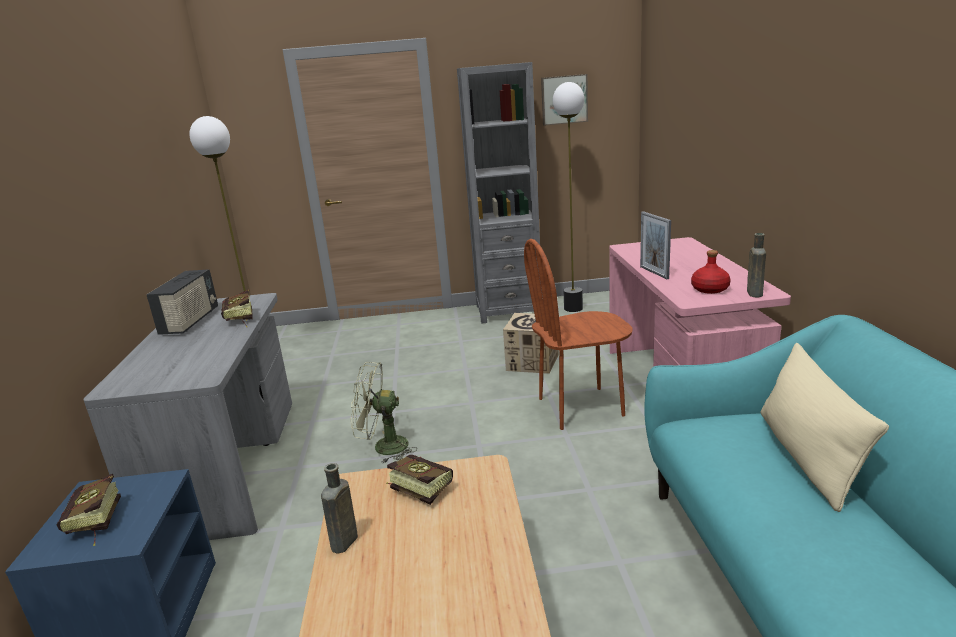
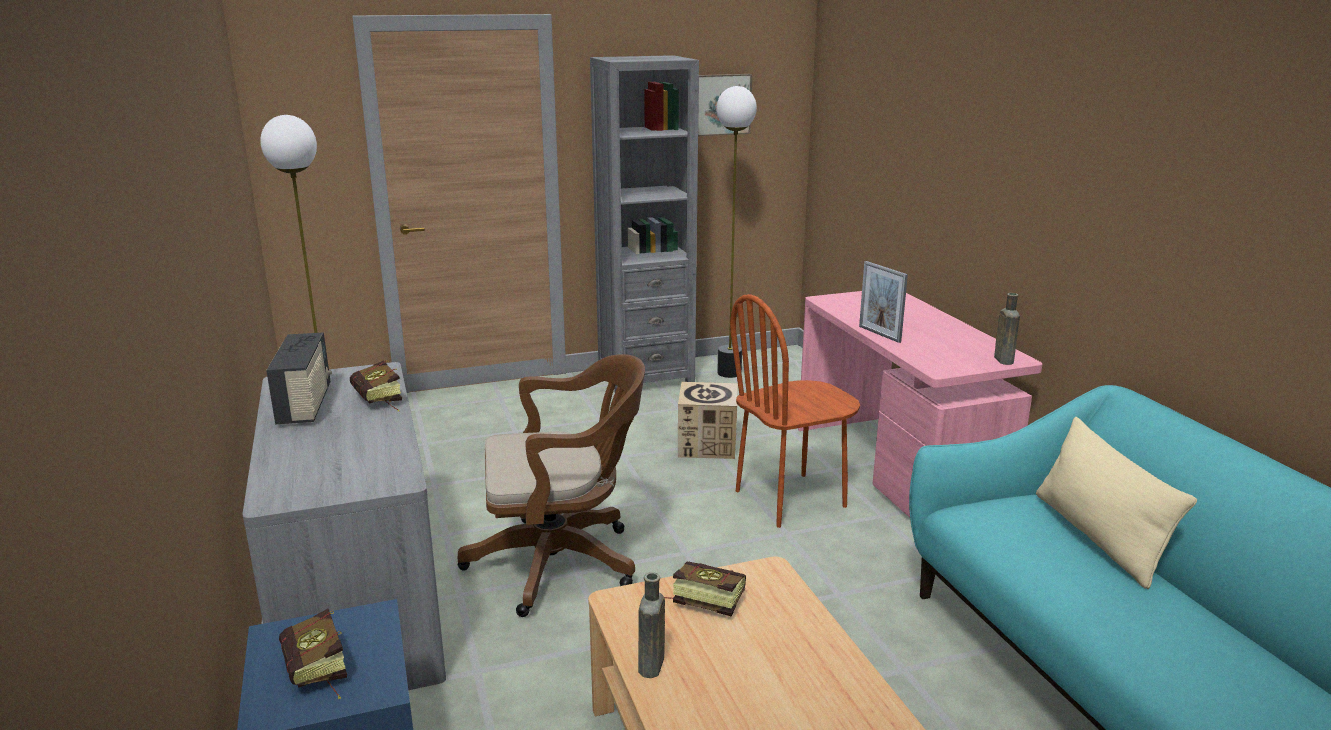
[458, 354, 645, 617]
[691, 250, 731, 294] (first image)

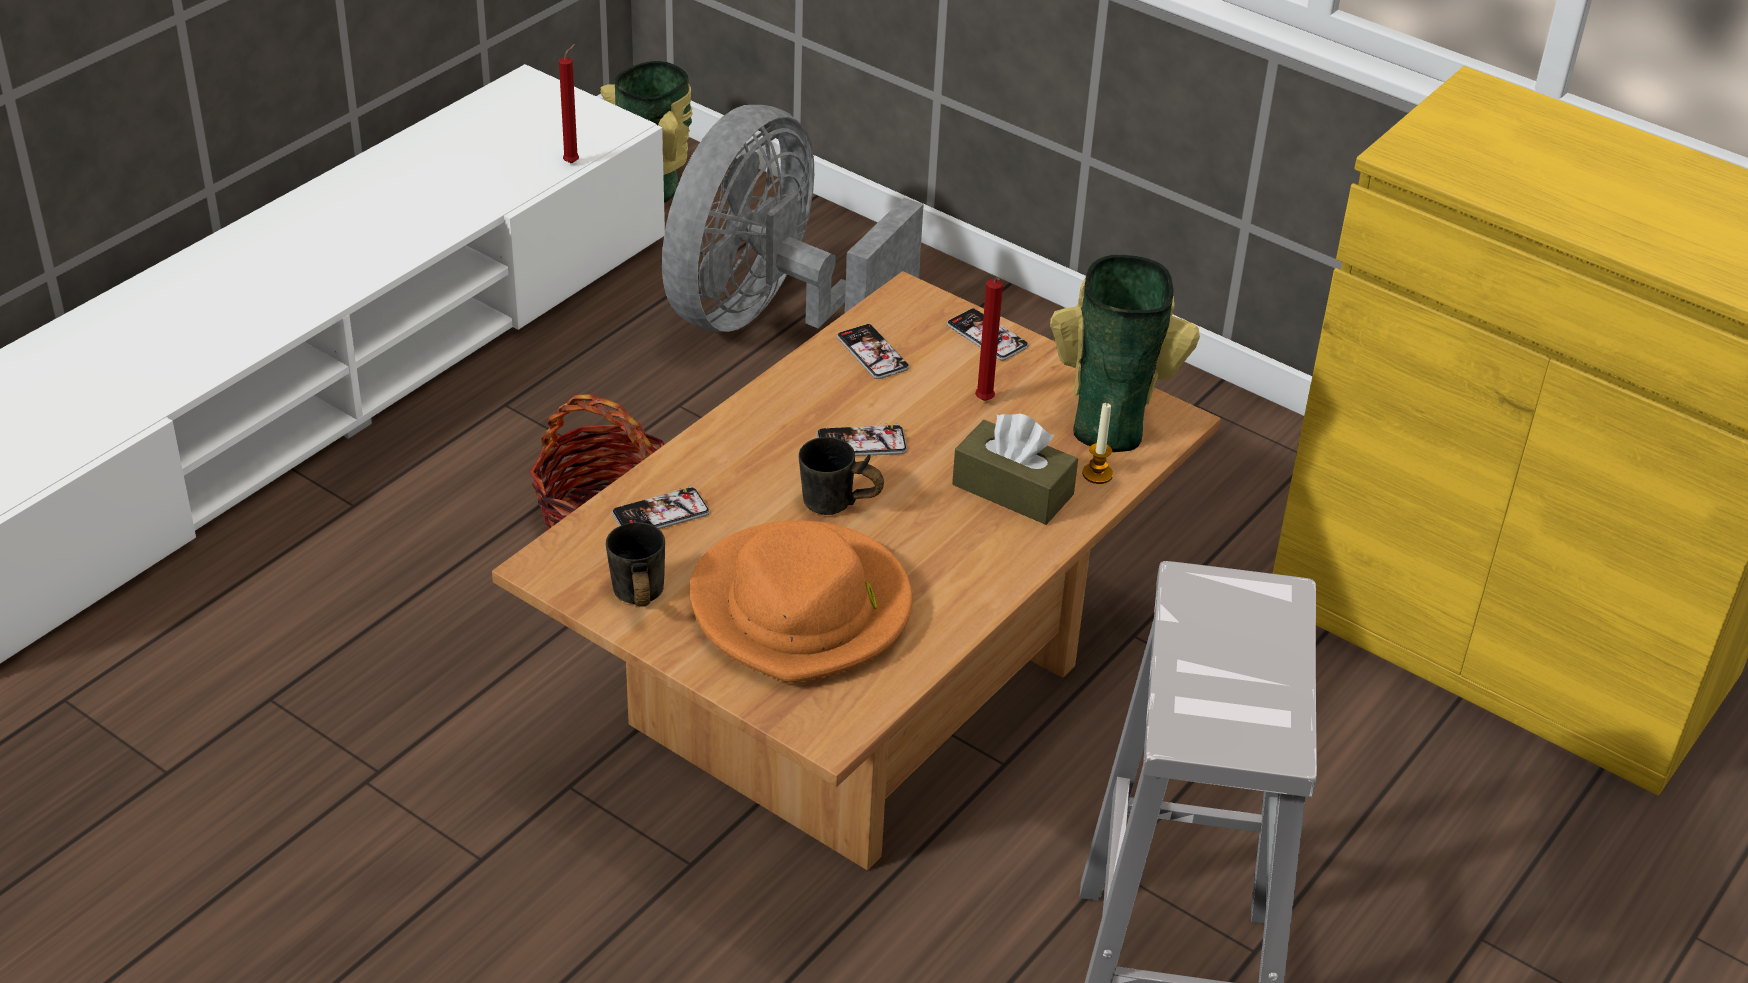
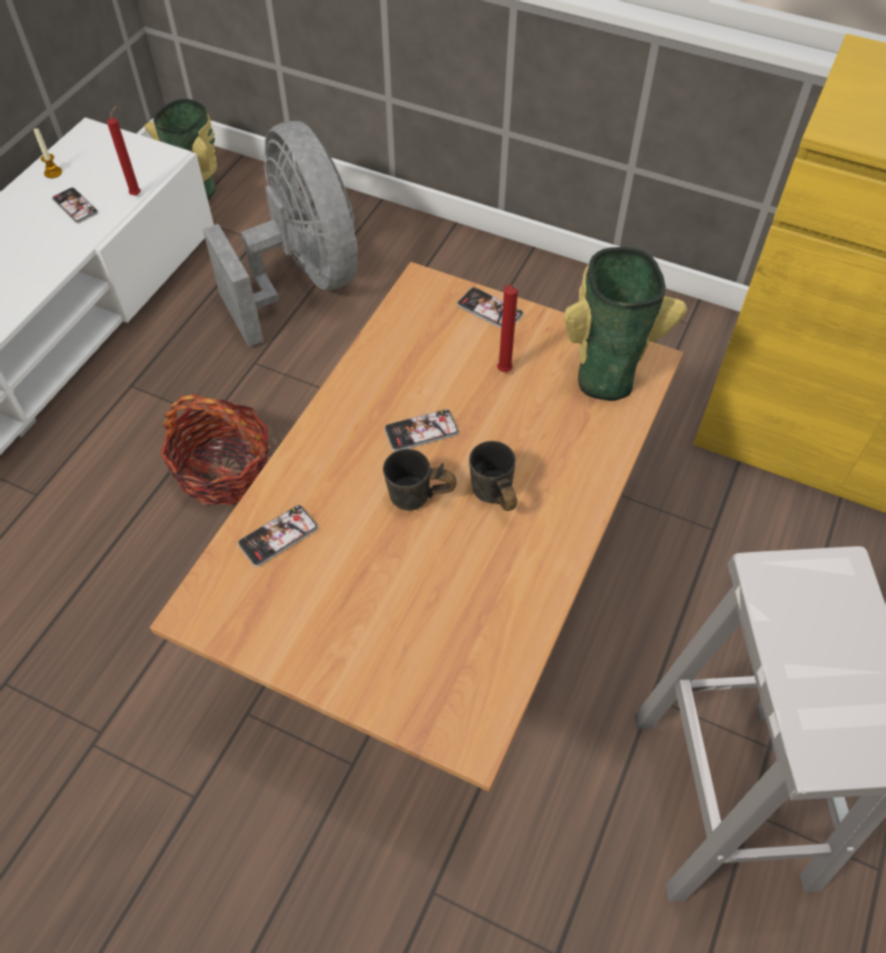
[469, 441, 517, 511]
[203, 121, 358, 347]
[690, 520, 913, 683] (first image)
[52, 188, 98, 223]
[952, 413, 1078, 525] (first image)
[34, 128, 62, 178]

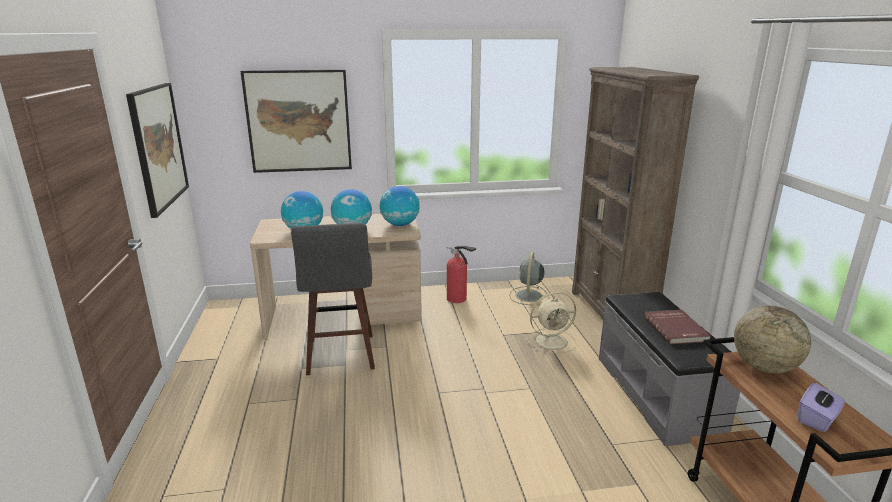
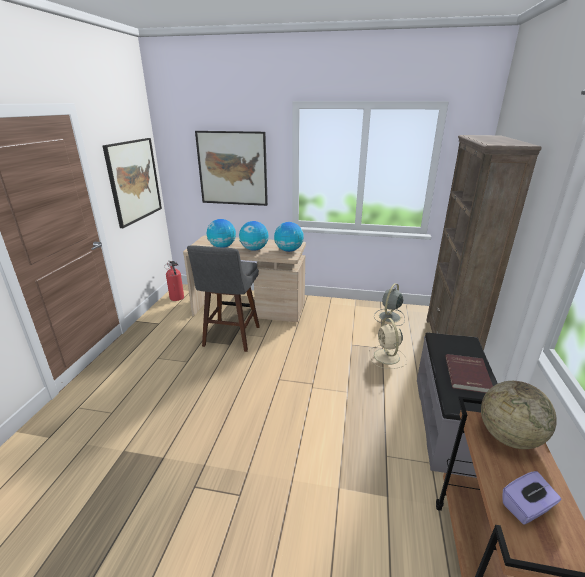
[164, 260, 184, 301]
[368, 318, 407, 369]

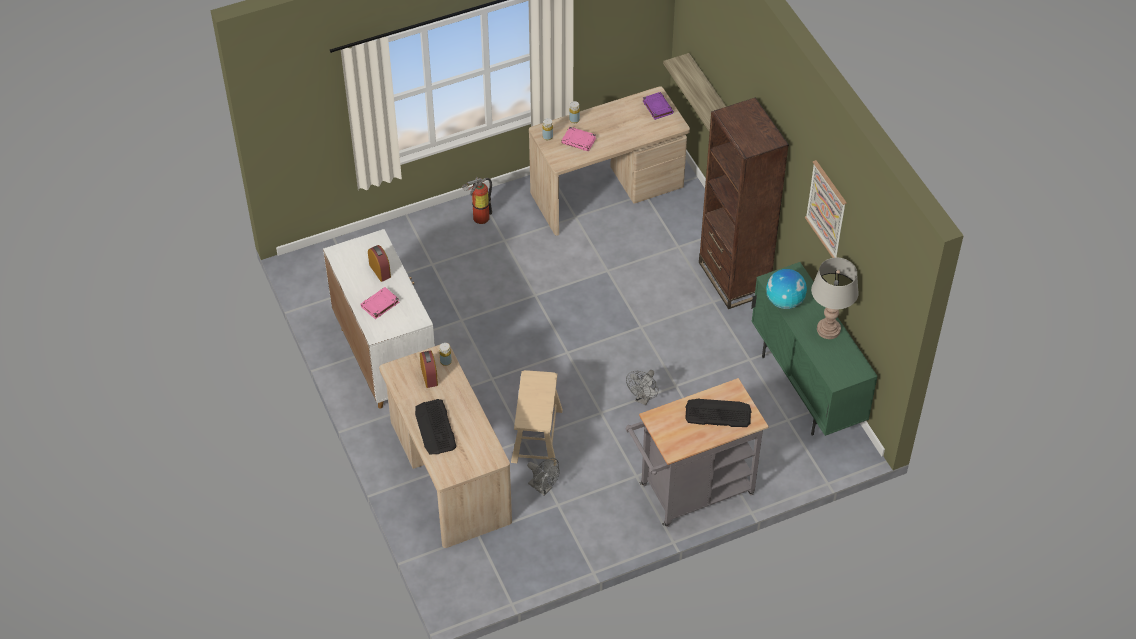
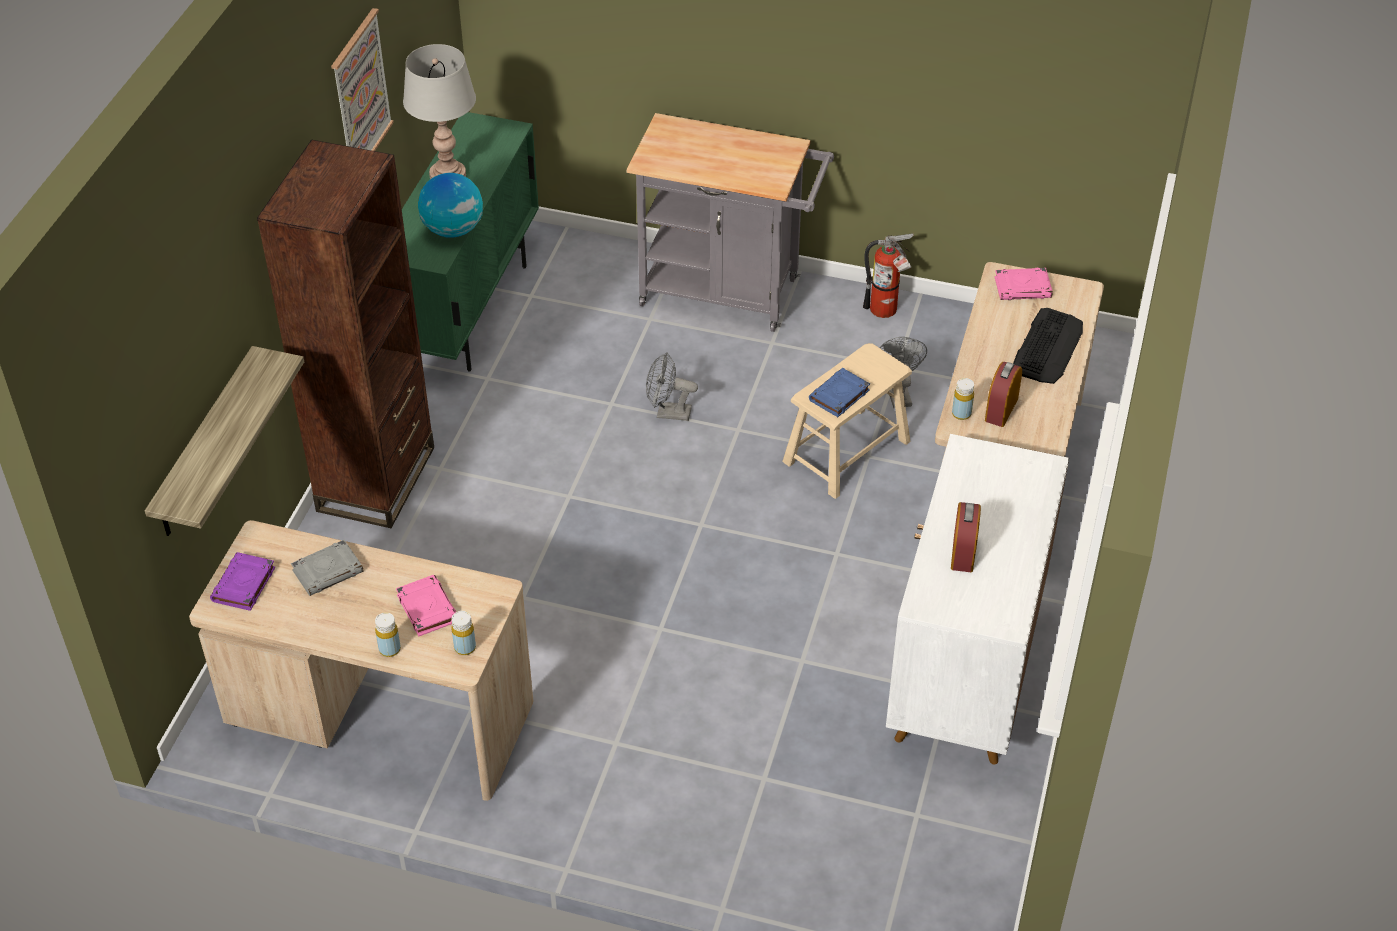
[995, 268, 1053, 300]
[863, 233, 914, 318]
[646, 352, 698, 421]
[685, 399, 752, 427] (first image)
[291, 540, 364, 596]
[809, 368, 870, 417]

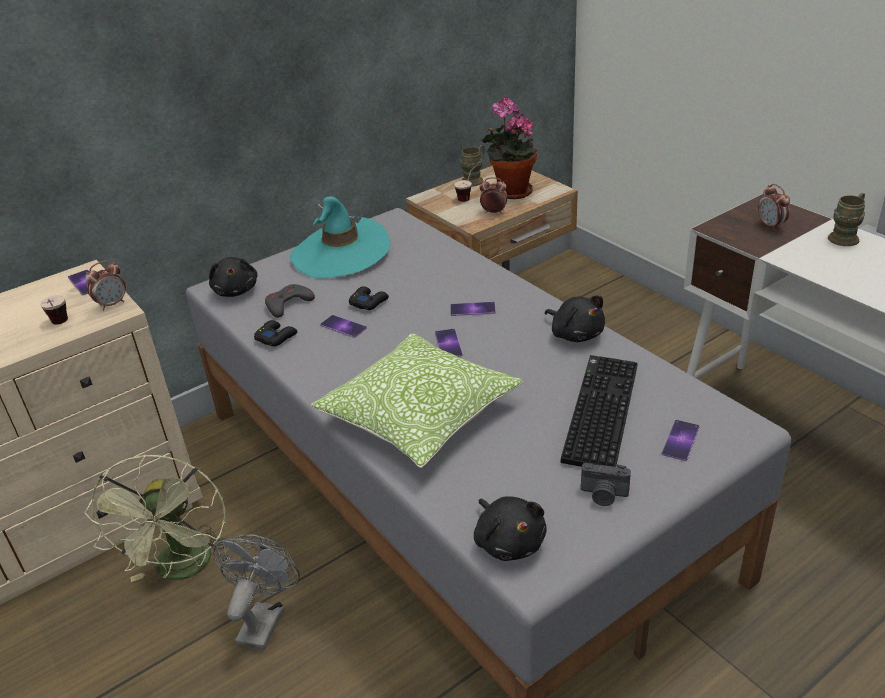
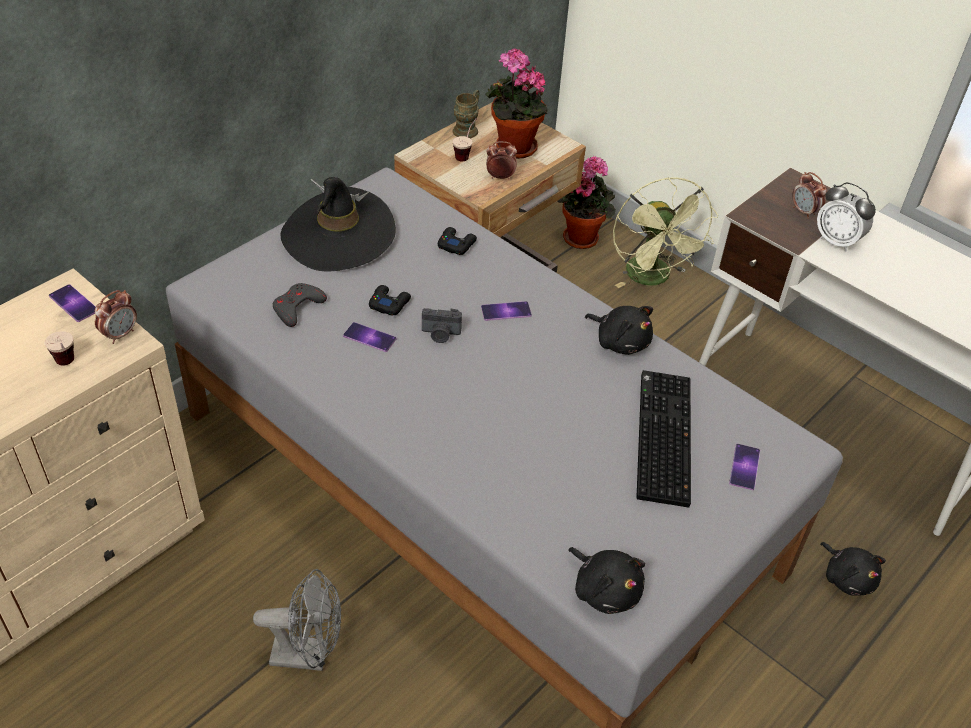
[613, 177, 718, 288]
[820, 542, 886, 596]
[253, 569, 341, 671]
[438, 227, 477, 255]
[281, 177, 396, 272]
[311, 333, 523, 468] (first image)
[435, 329, 463, 357] (first image)
[422, 308, 462, 343]
[828, 193, 865, 246] (first image)
[558, 156, 616, 249]
[817, 182, 876, 252]

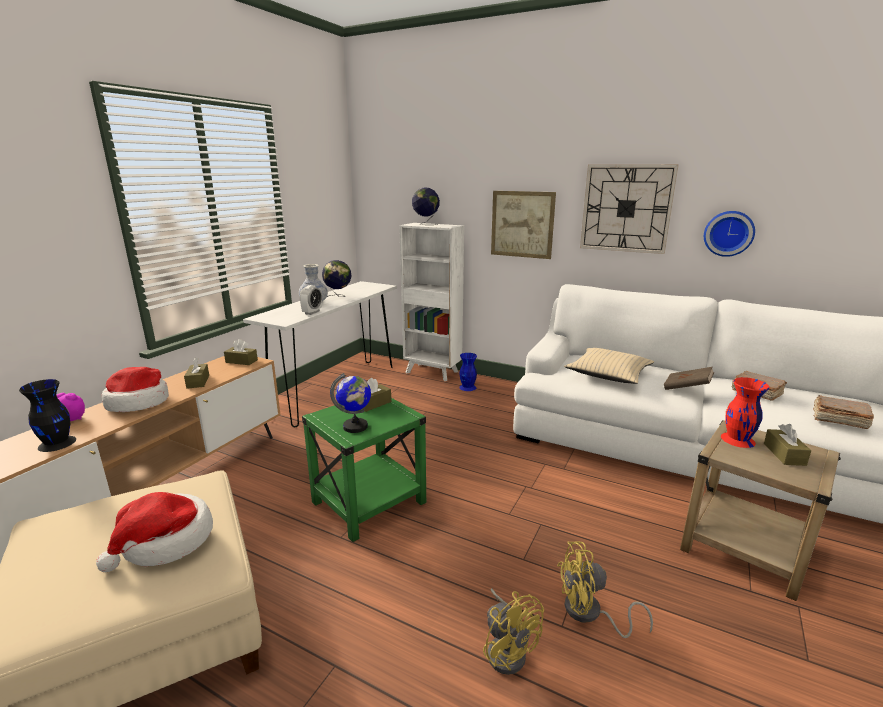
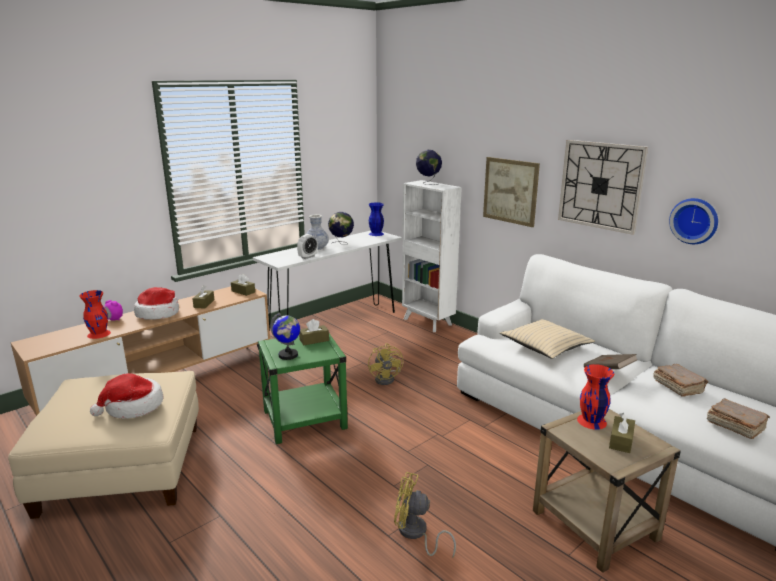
[79, 290, 111, 339]
[369, 202, 384, 236]
[368, 343, 403, 385]

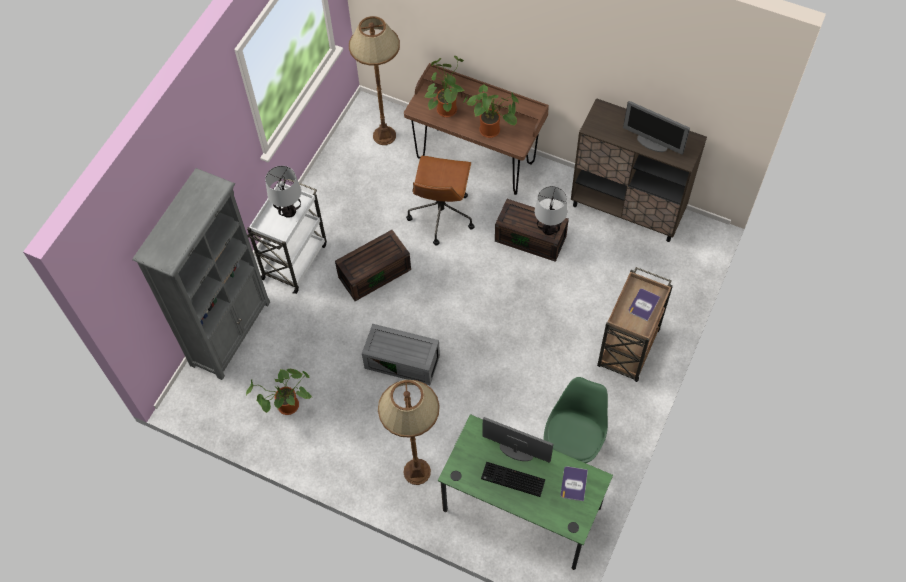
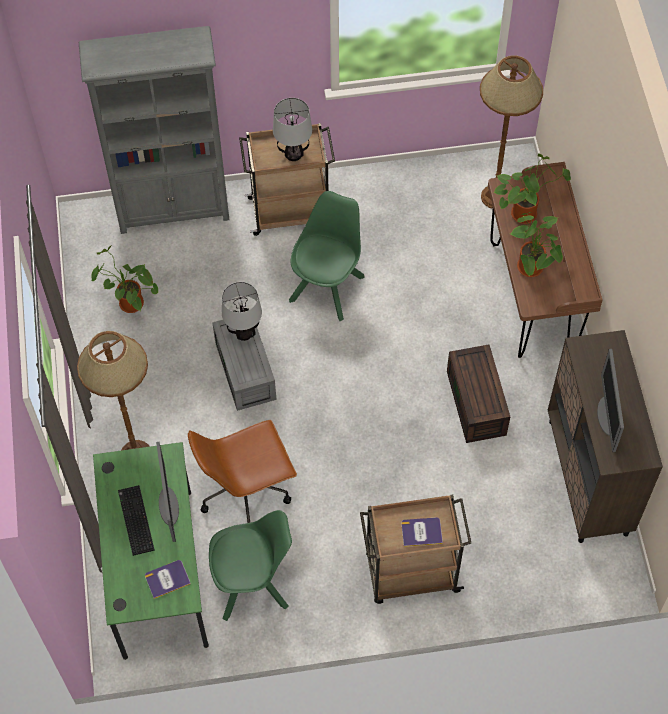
[239, 123, 335, 236]
[289, 191, 365, 321]
[188, 420, 297, 523]
[222, 282, 262, 341]

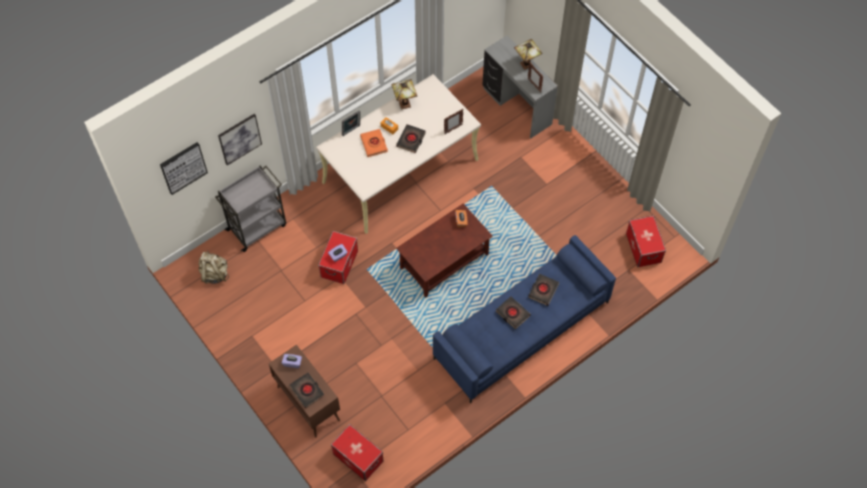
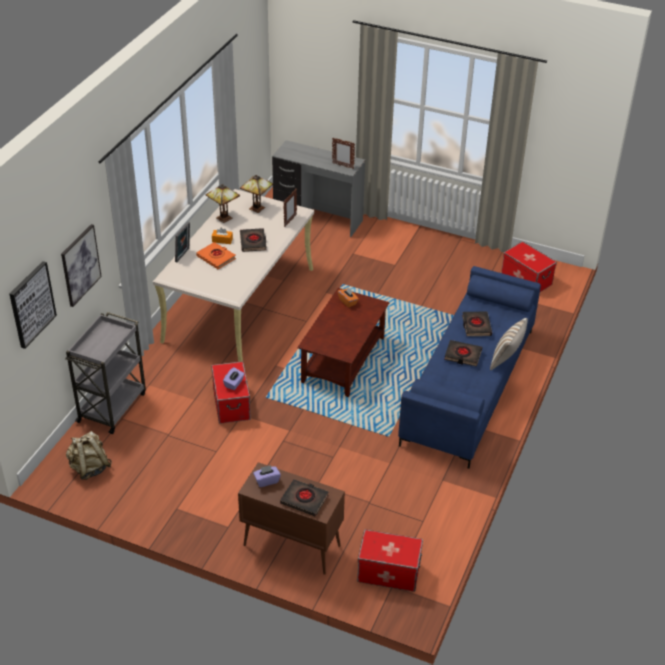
[240, 175, 273, 213]
[490, 318, 528, 370]

